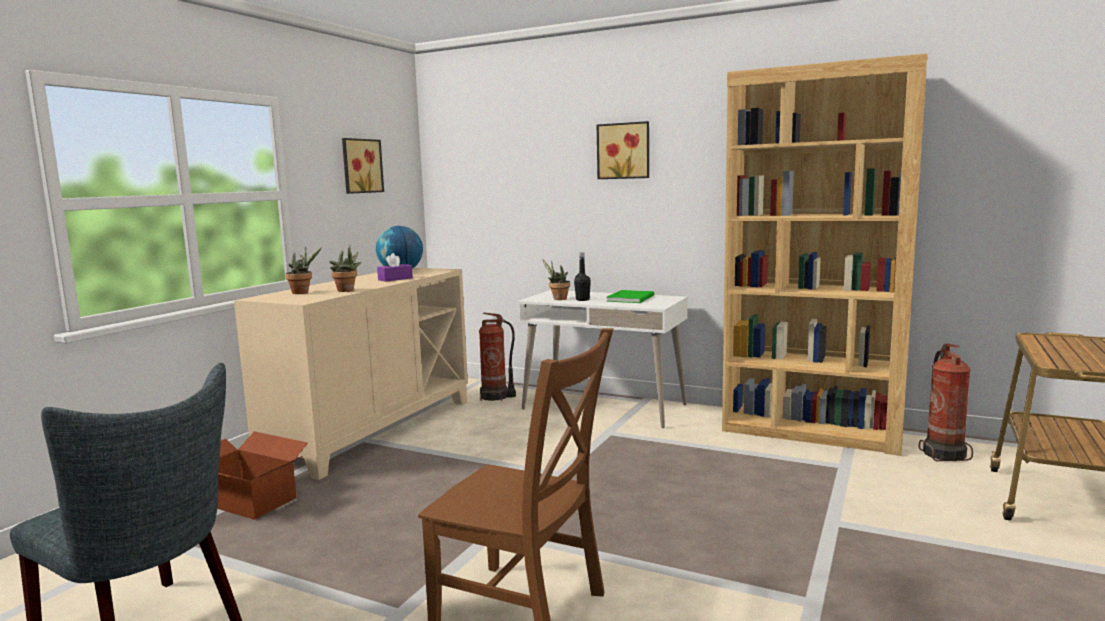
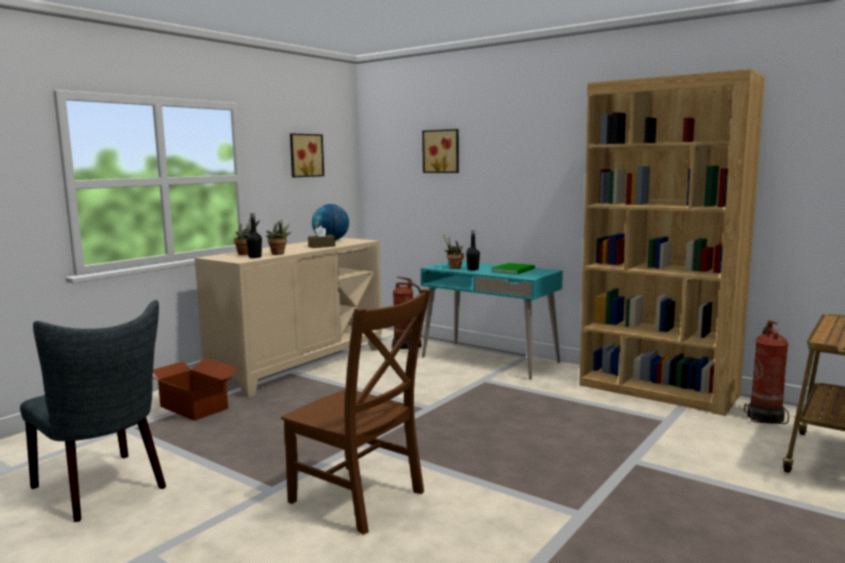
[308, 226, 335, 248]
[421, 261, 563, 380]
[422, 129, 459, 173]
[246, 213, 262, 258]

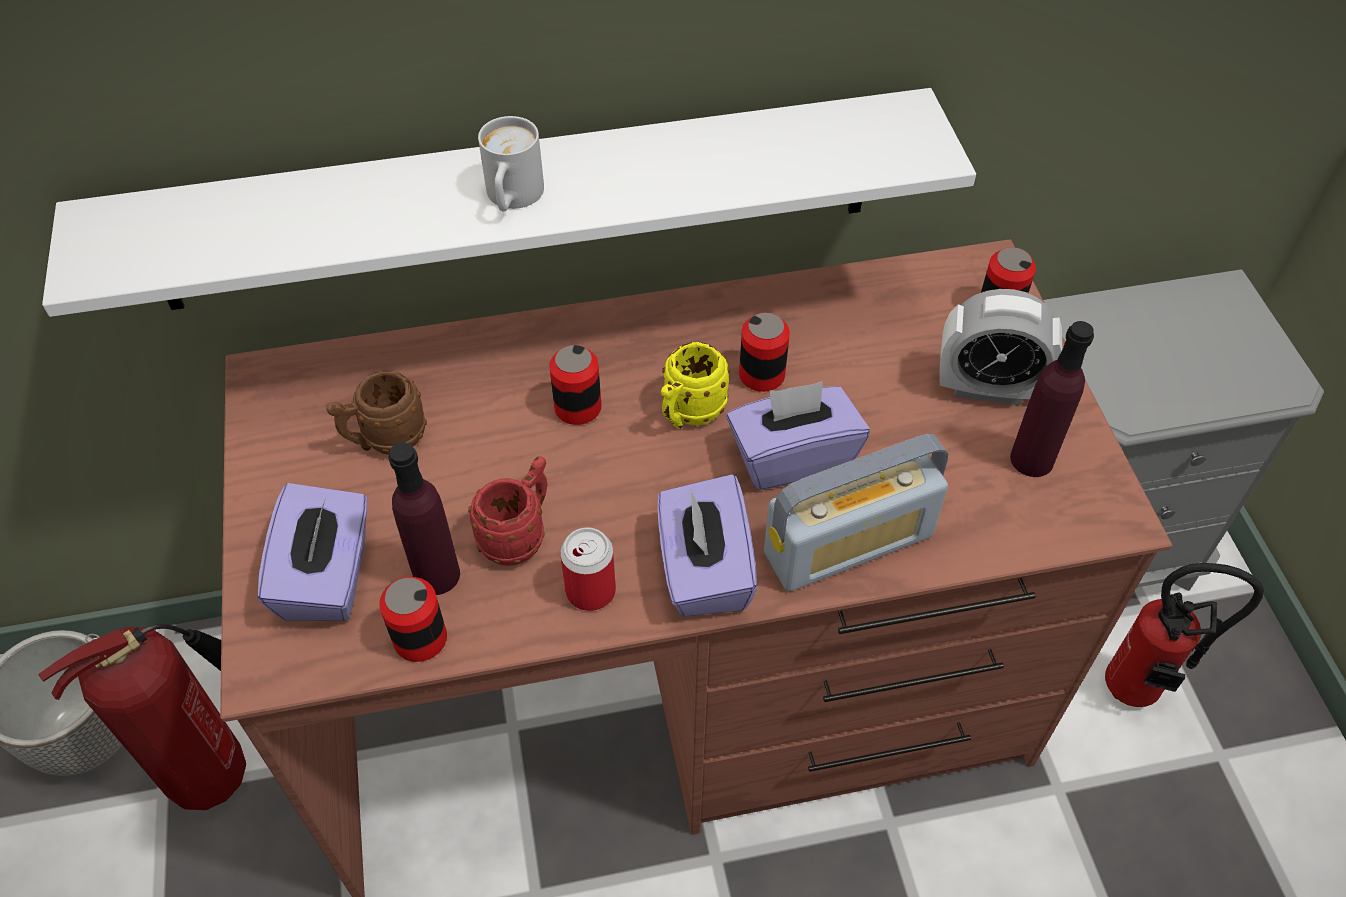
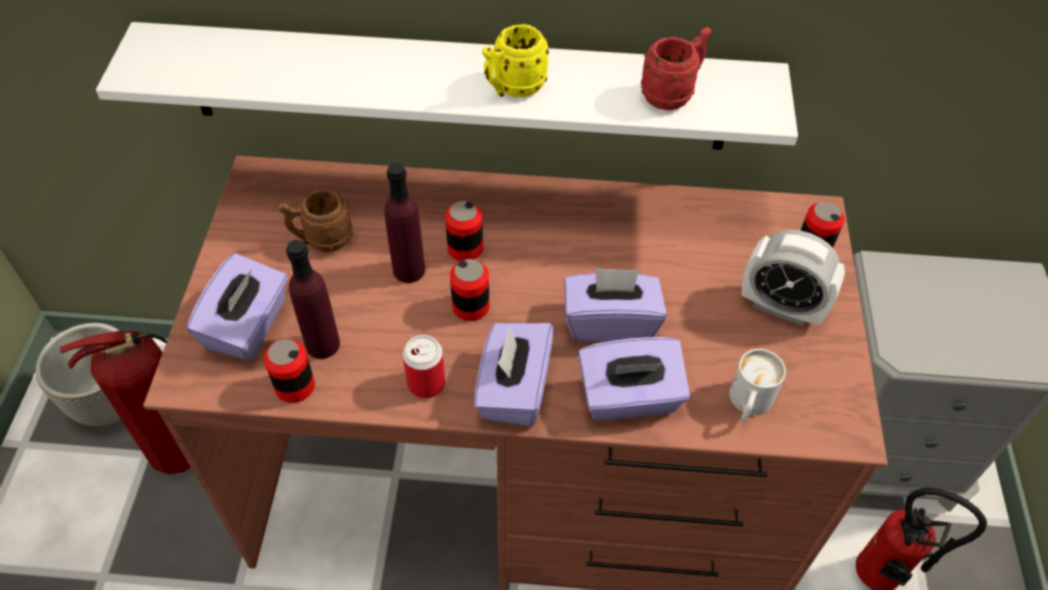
[641, 27, 711, 110]
[729, 349, 786, 422]
[482, 24, 549, 97]
[450, 259, 490, 321]
[578, 337, 690, 421]
[384, 163, 425, 283]

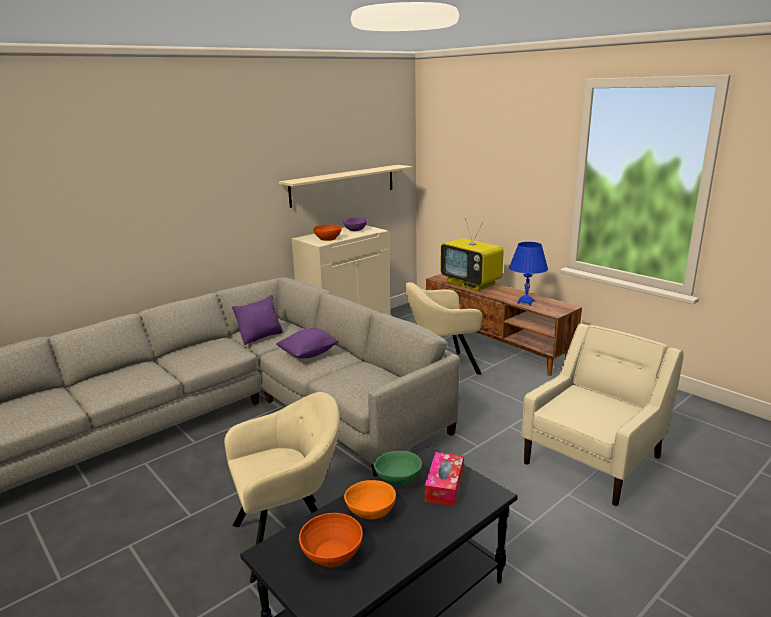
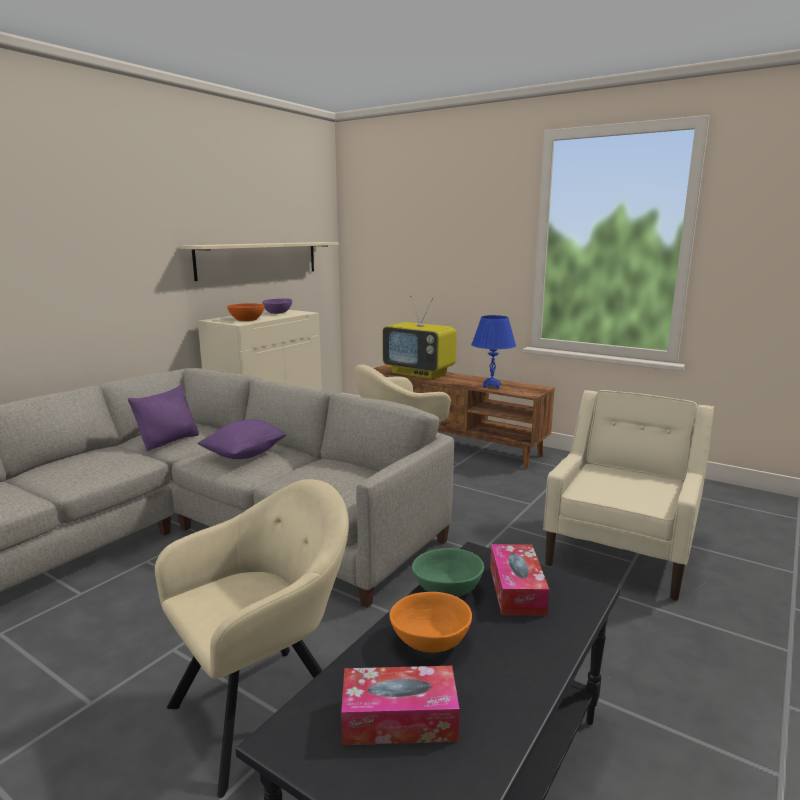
[341, 666, 460, 745]

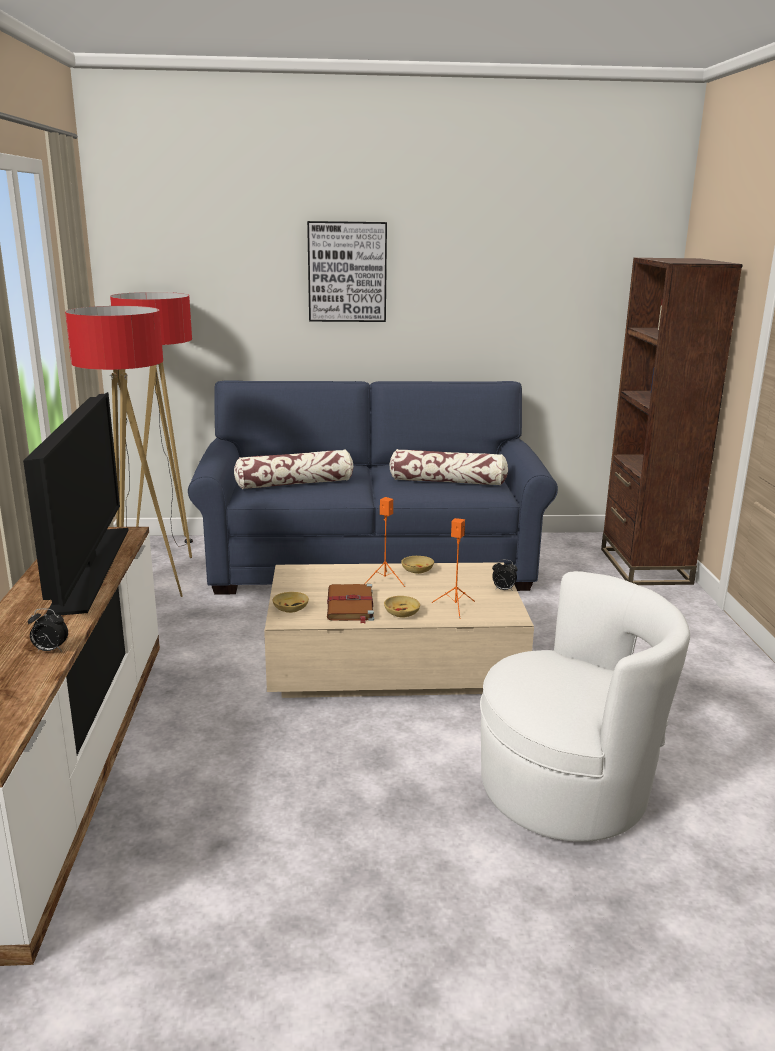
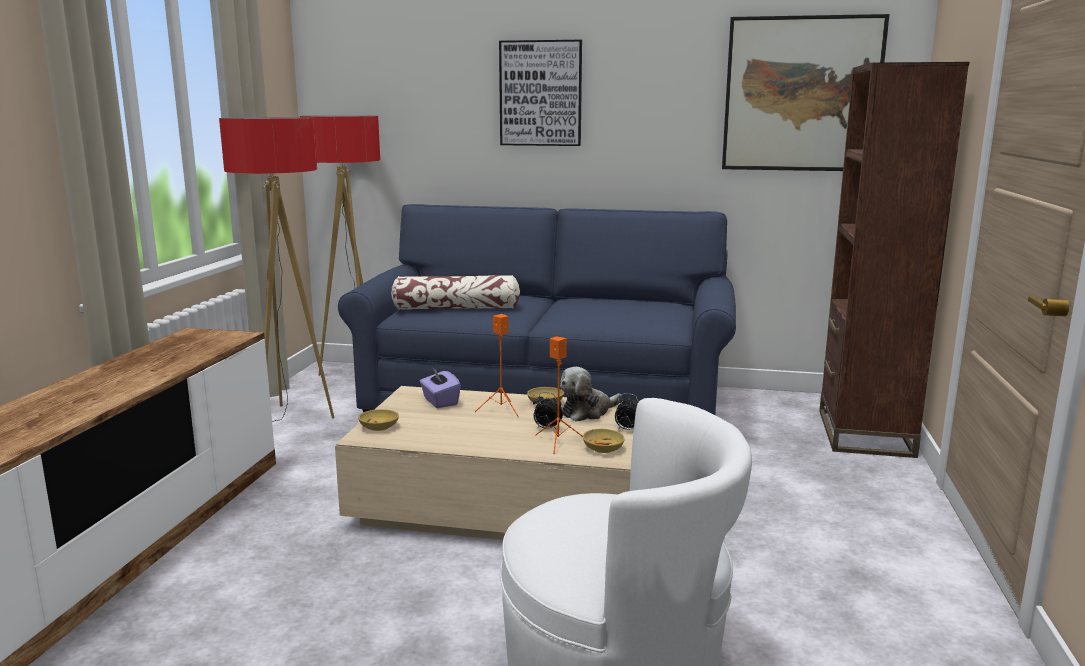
[23, 392, 129, 615] (first image)
[533, 392, 563, 429]
[327, 584, 374, 624] (first image)
[583, 429, 625, 453]
[390, 449, 508, 486] (first image)
[420, 368, 461, 408]
[560, 367, 622, 421]
[722, 14, 889, 171]

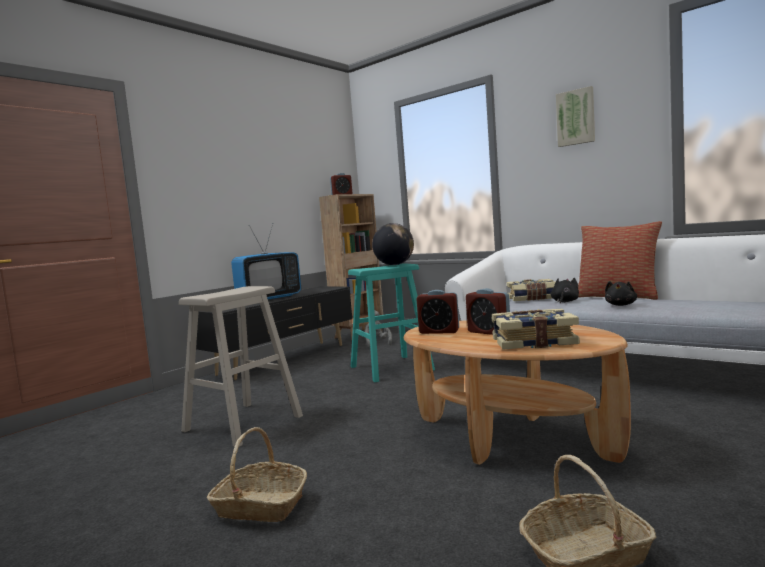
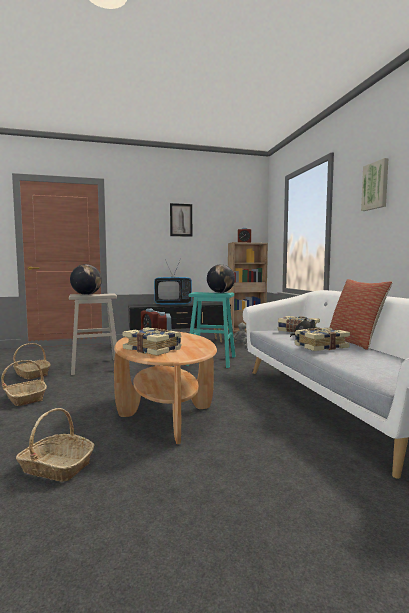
[295, 328, 350, 351]
[13, 343, 51, 379]
[70, 264, 102, 295]
[170, 203, 192, 237]

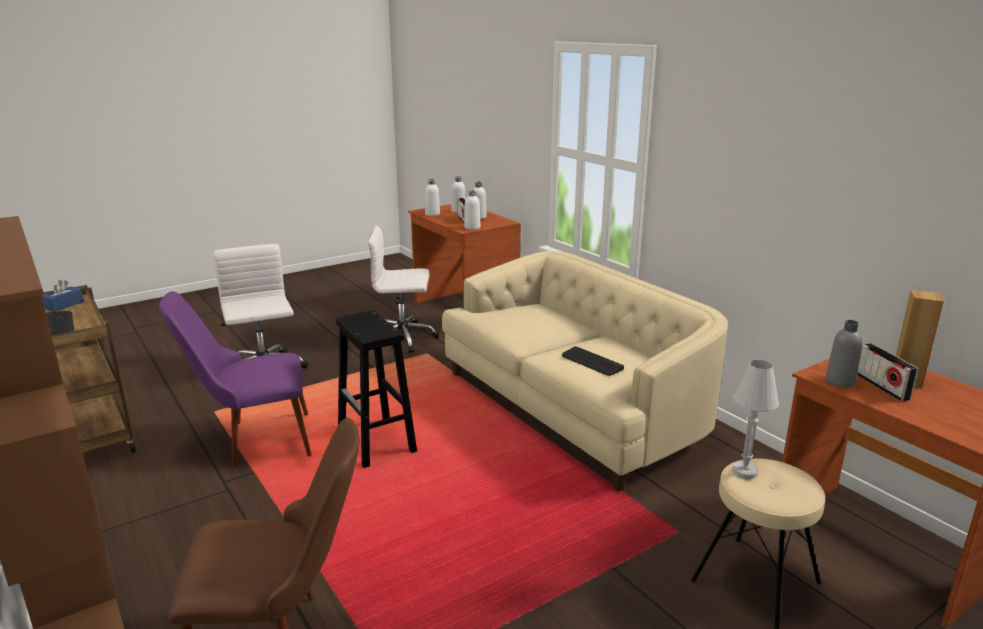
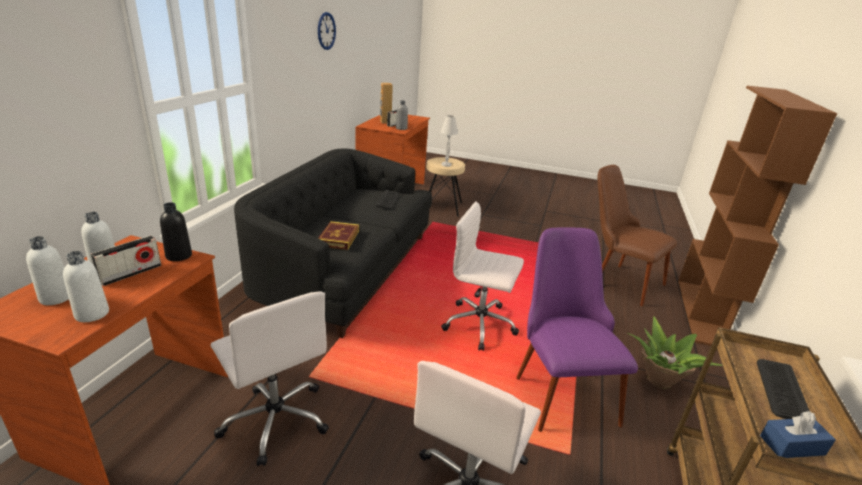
[516, 227, 638, 432]
[441, 201, 524, 351]
[234, 148, 432, 338]
[160, 202, 192, 261]
[318, 12, 336, 50]
[318, 221, 359, 250]
[628, 316, 722, 389]

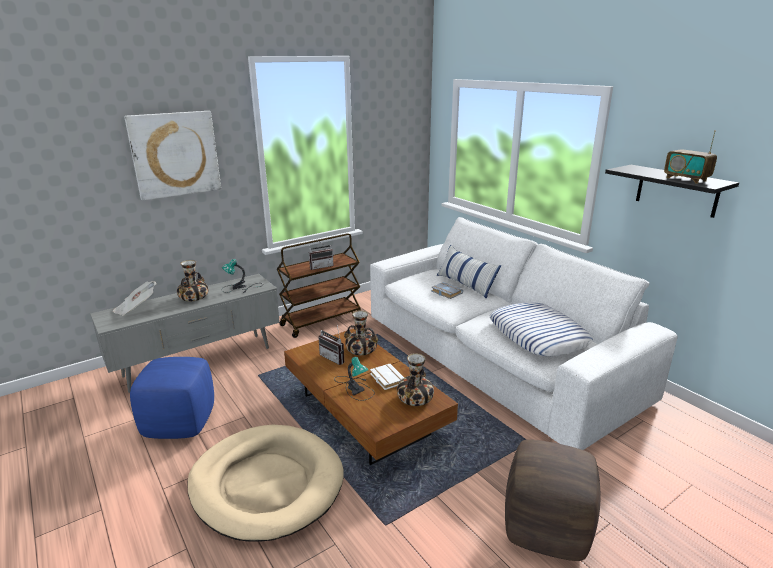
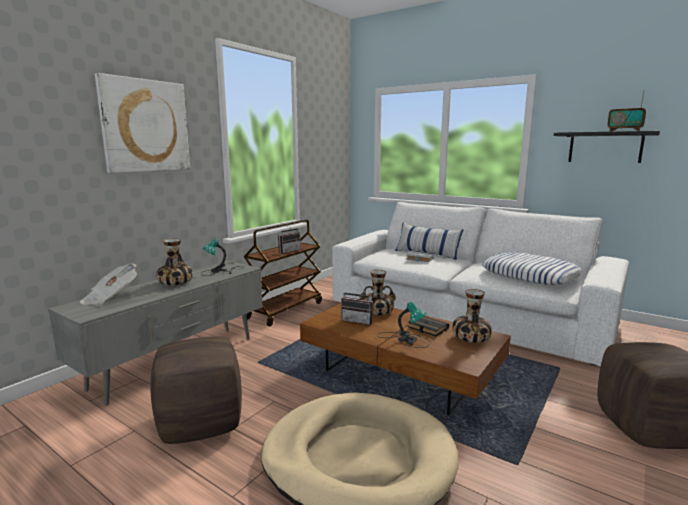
[150, 336, 242, 444]
[407, 316, 449, 336]

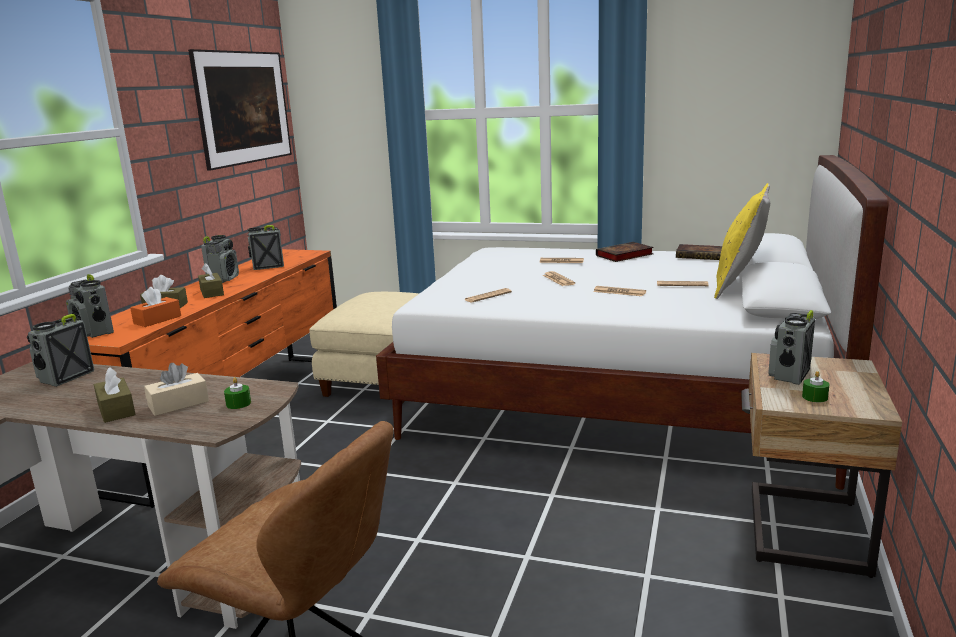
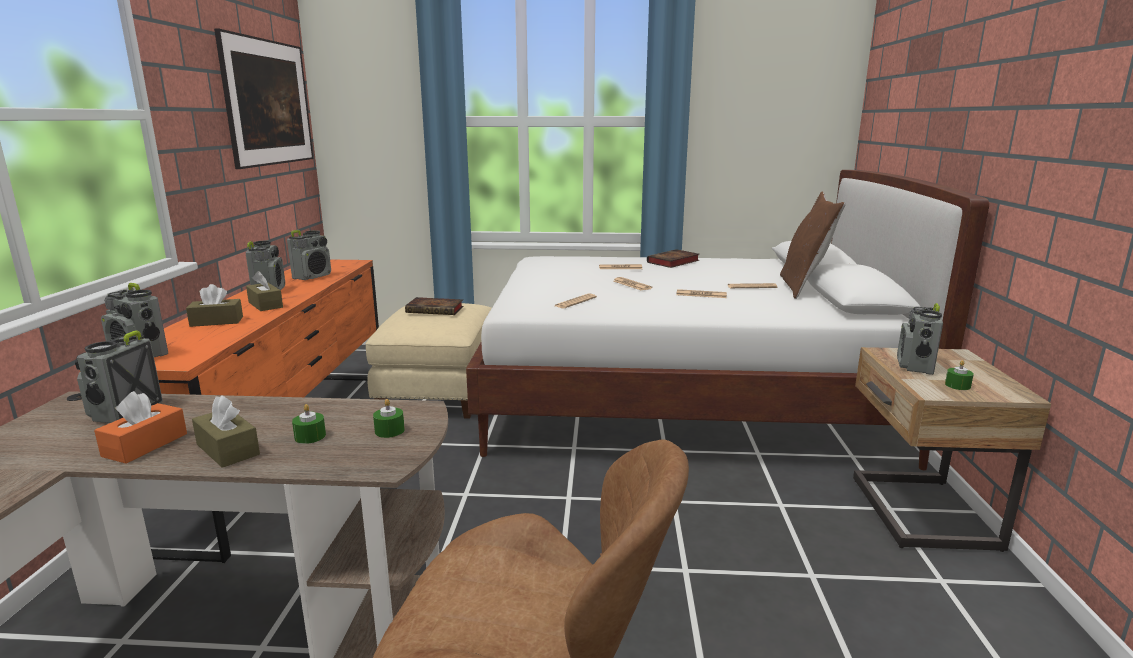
[94, 391, 187, 463]
[292, 404, 326, 444]
[287, 230, 331, 280]
[405, 297, 463, 315]
[780, 192, 846, 299]

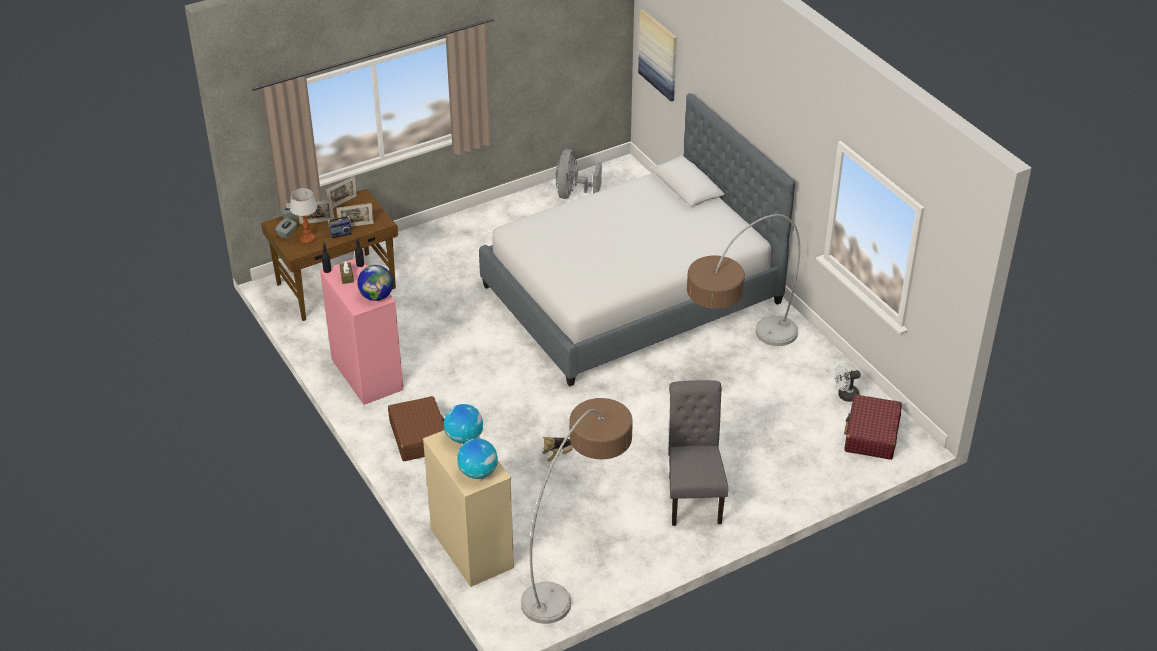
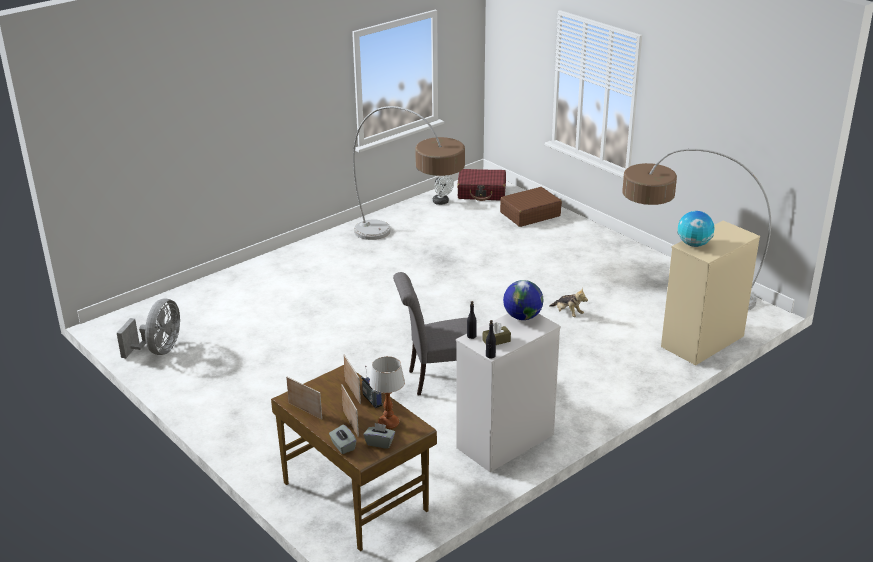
[456, 313, 561, 472]
[500, 187, 562, 227]
[457, 438, 498, 479] (first image)
[479, 93, 795, 387] (first image)
[117, 298, 180, 358]
[638, 9, 677, 101] (first image)
[393, 272, 467, 395]

